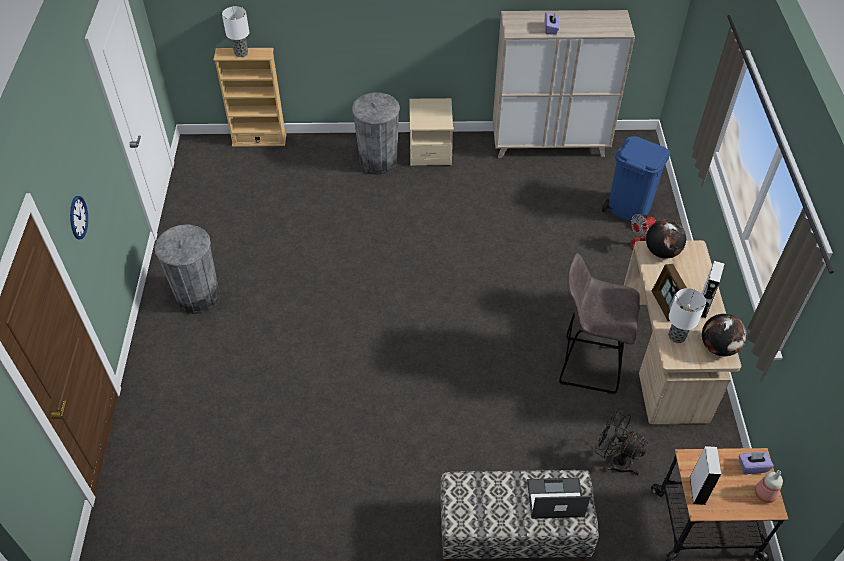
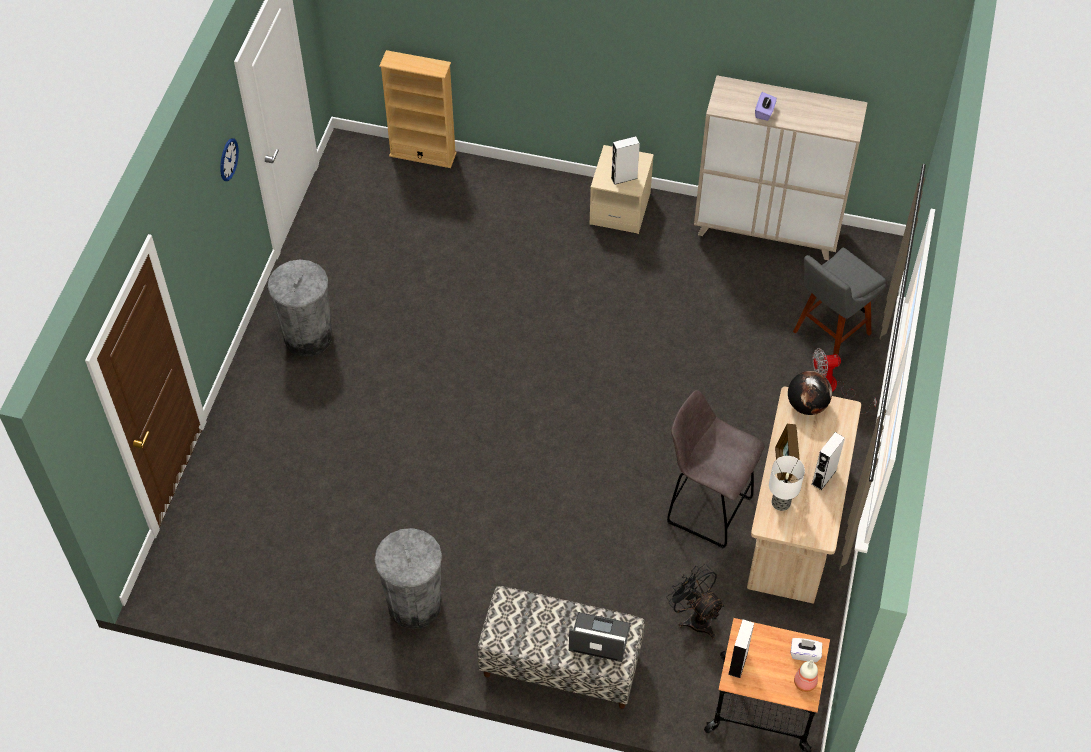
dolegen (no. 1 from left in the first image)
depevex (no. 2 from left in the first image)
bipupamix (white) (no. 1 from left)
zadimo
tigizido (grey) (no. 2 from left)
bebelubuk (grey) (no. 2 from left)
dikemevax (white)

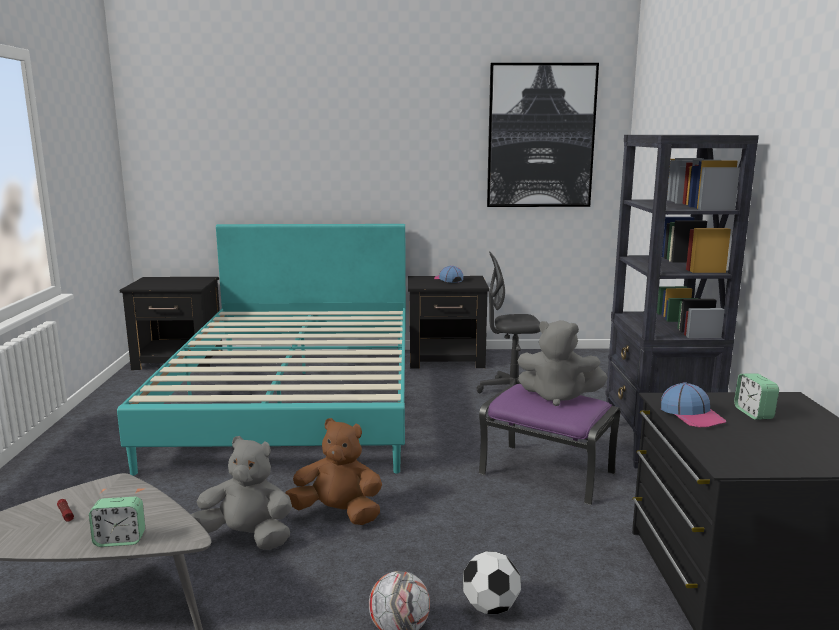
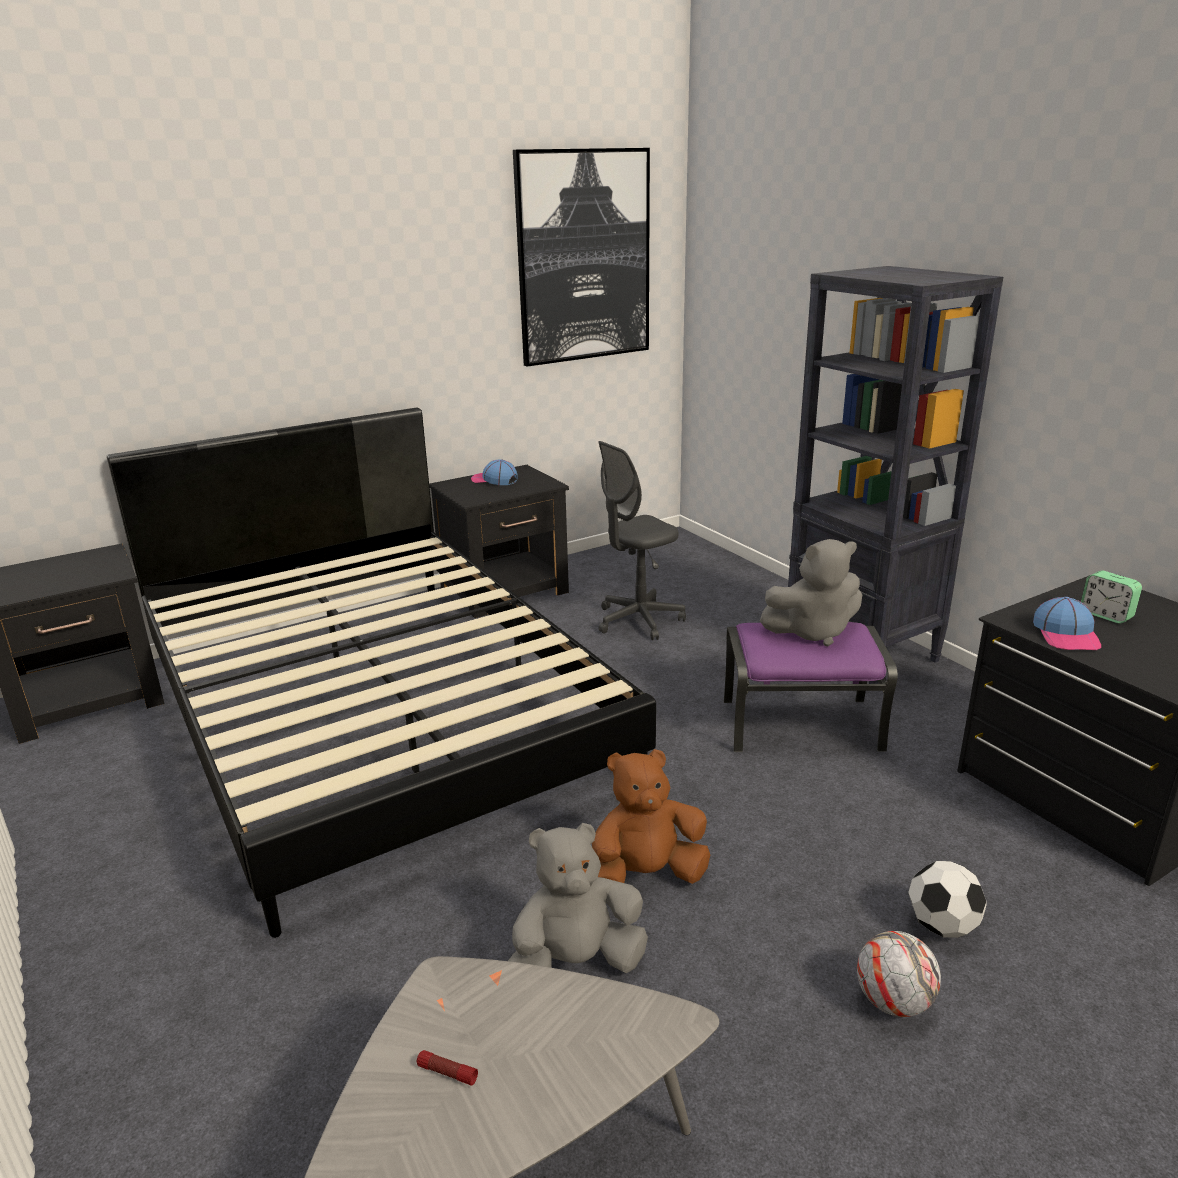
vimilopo (no. 1 from left in the first image)
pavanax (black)
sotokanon (no. 2 from left)

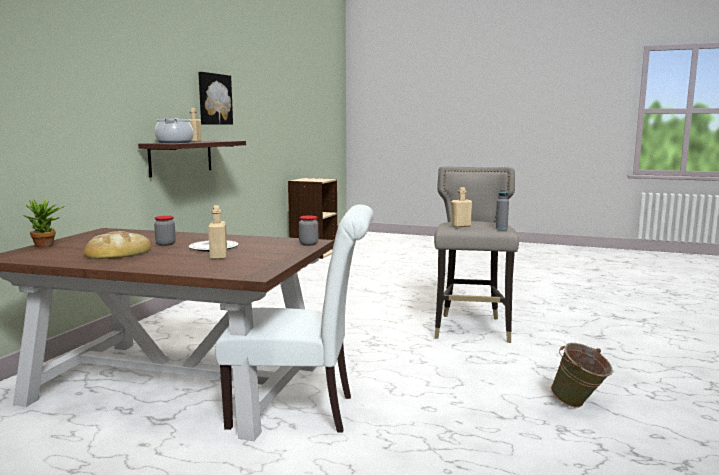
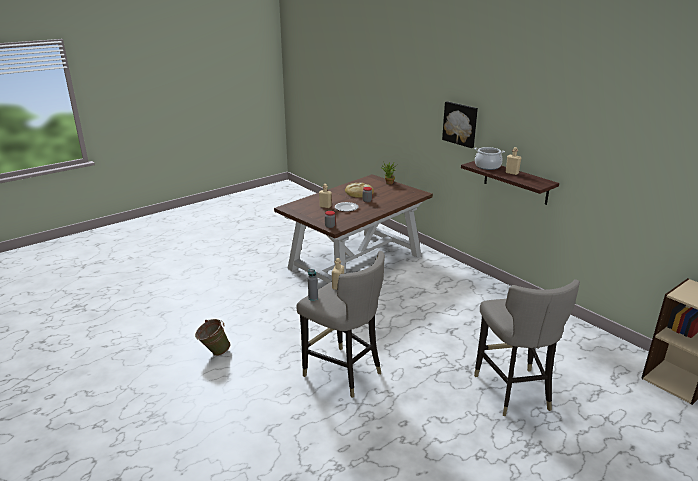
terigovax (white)
bebelubuk (grey) (no. 2 from left)
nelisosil

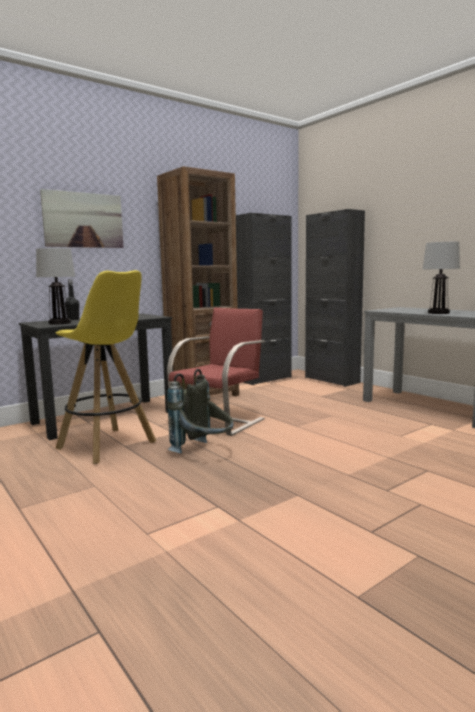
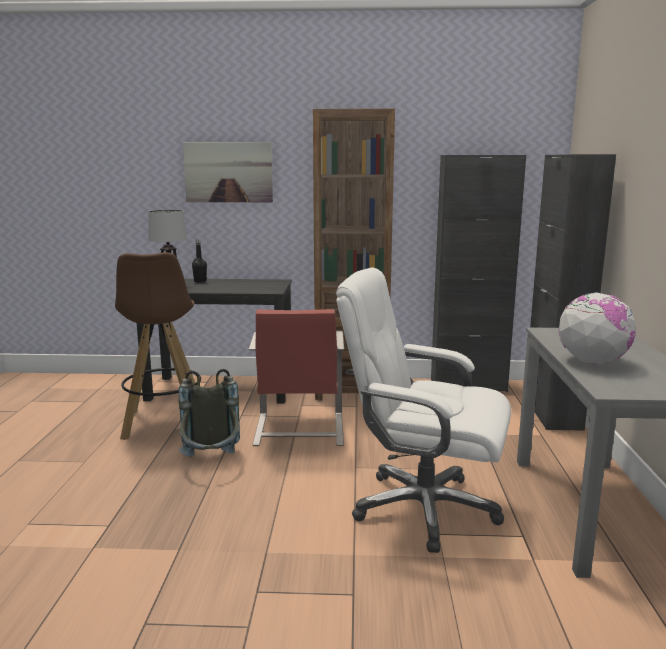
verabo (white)
depevex
bebelubuk (brown)
terigovax (red)

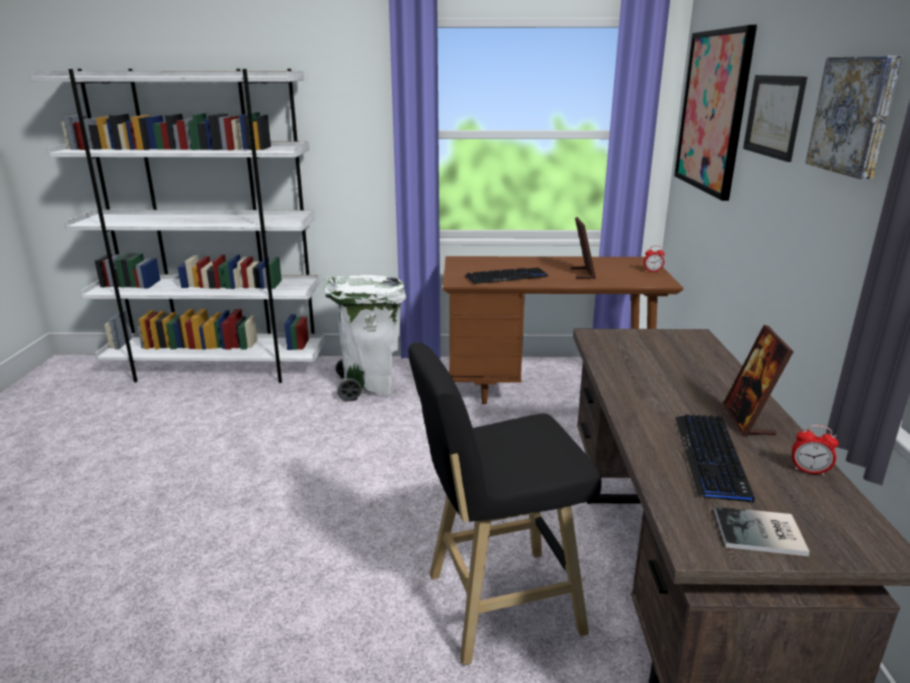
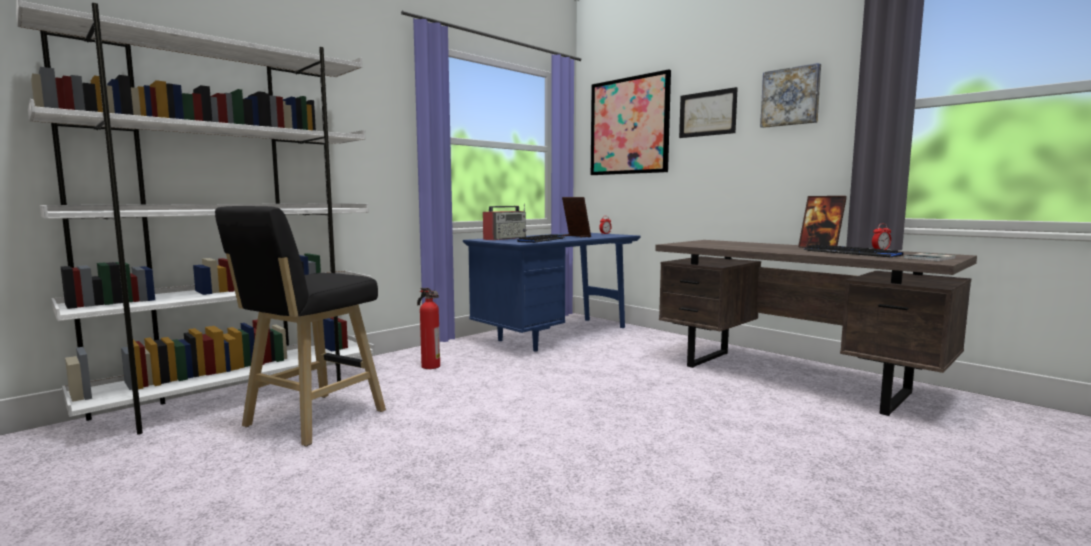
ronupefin
bebelubuk (black)
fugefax
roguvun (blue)

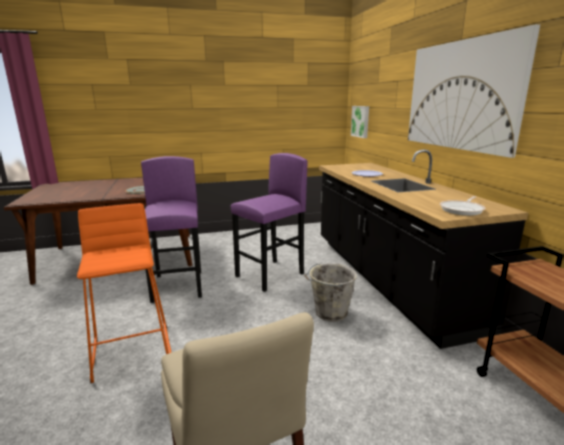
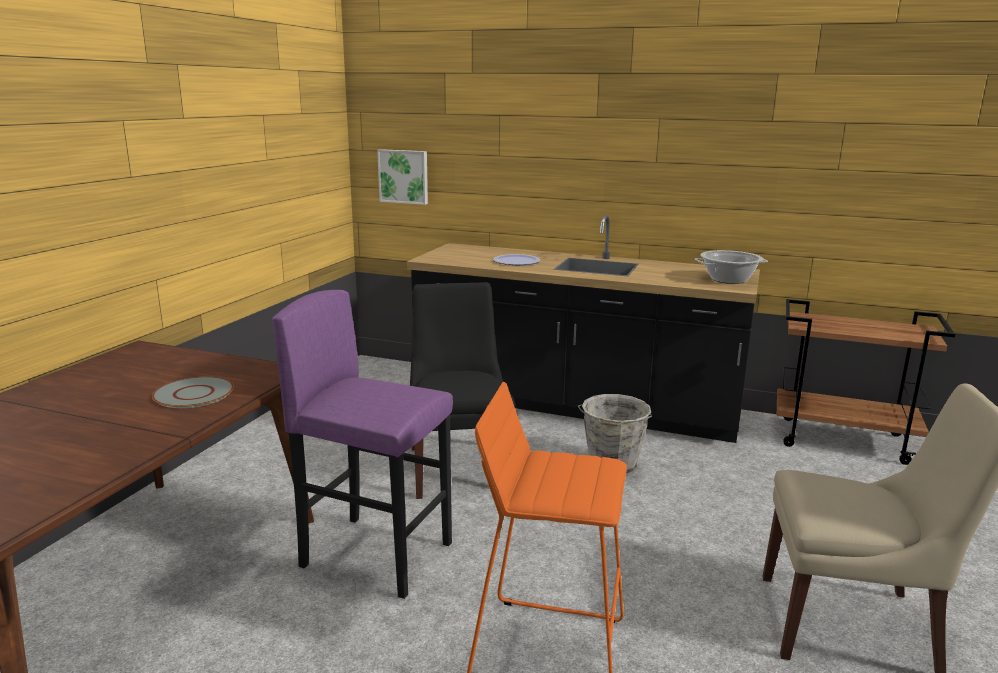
nelisosil (no. 2 from left in the first image)
terigovax (black)
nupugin

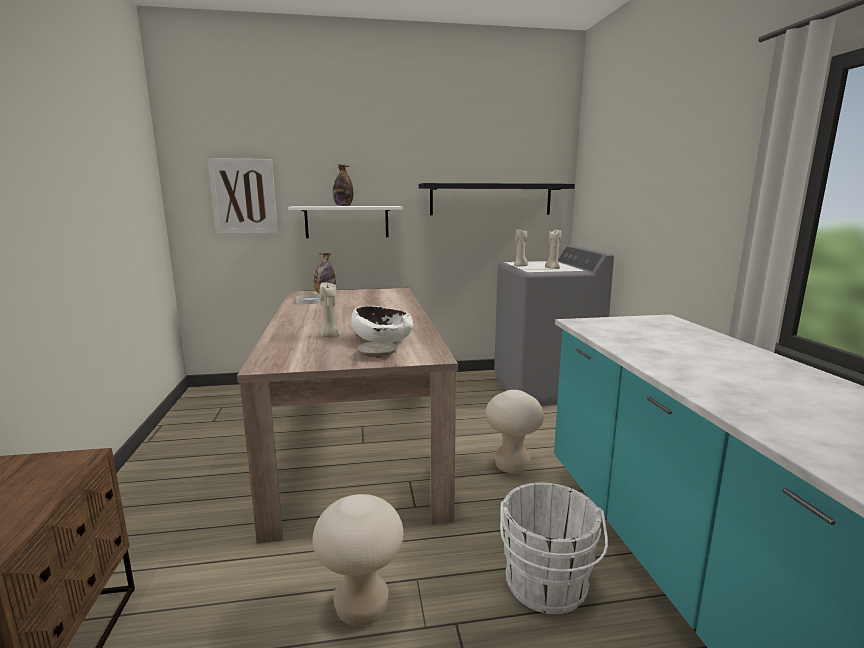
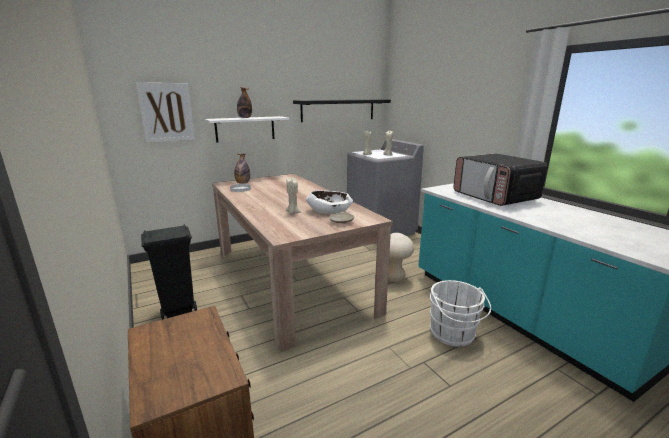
bebelubuk (beige) (no. 1 from left in the first image)
tigizido (black)
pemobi

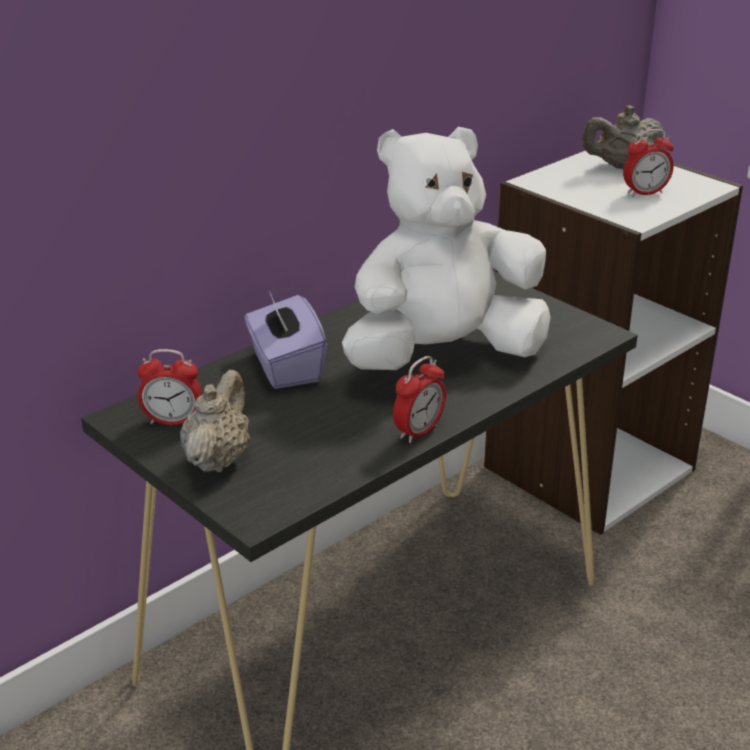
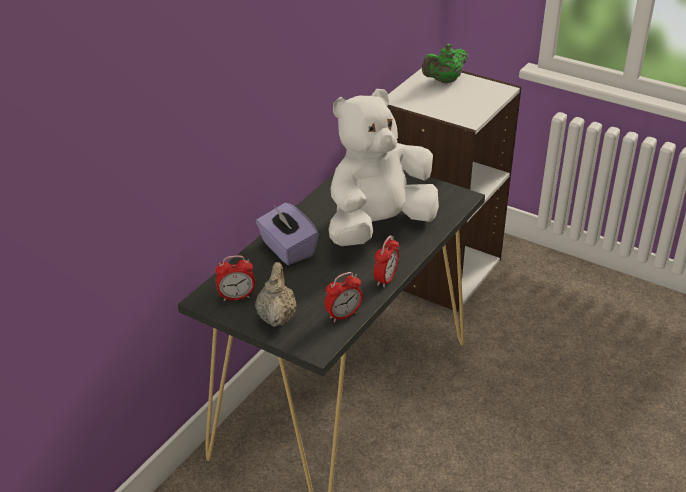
vimilopo (no. 2 from left)
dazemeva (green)

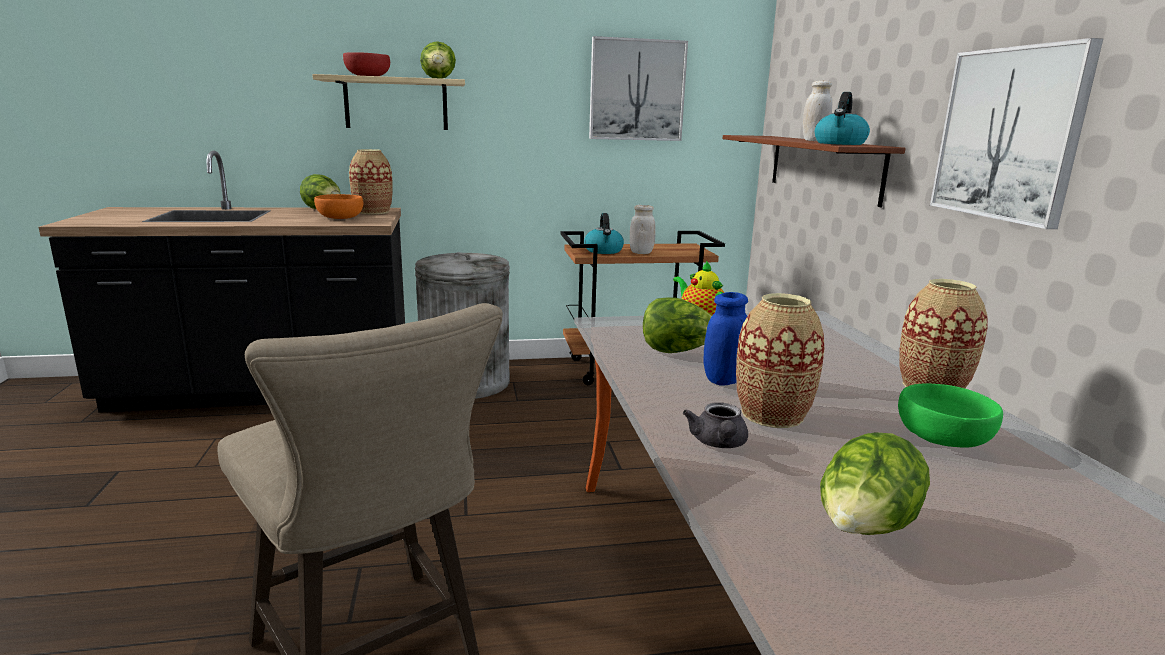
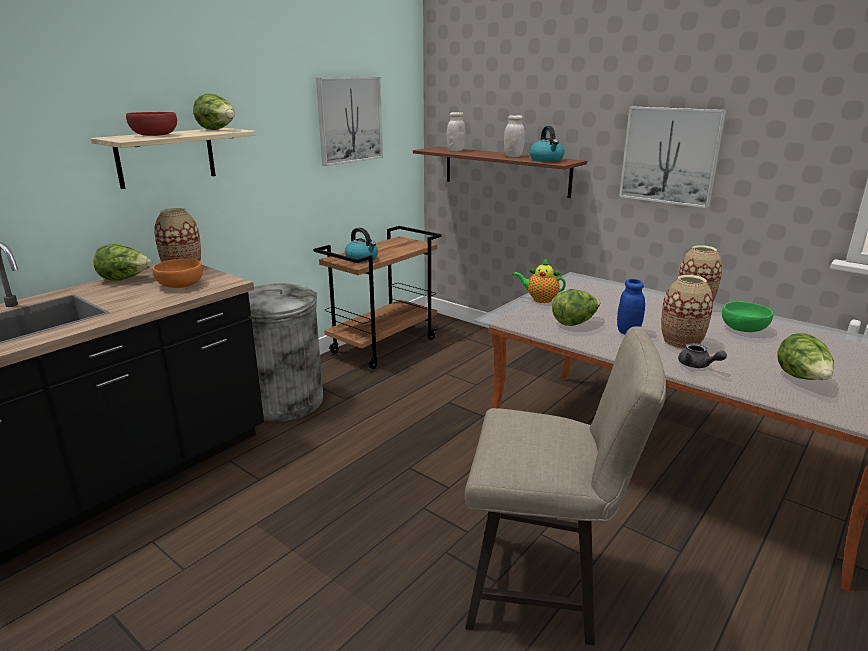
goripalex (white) (no. 1 from left)

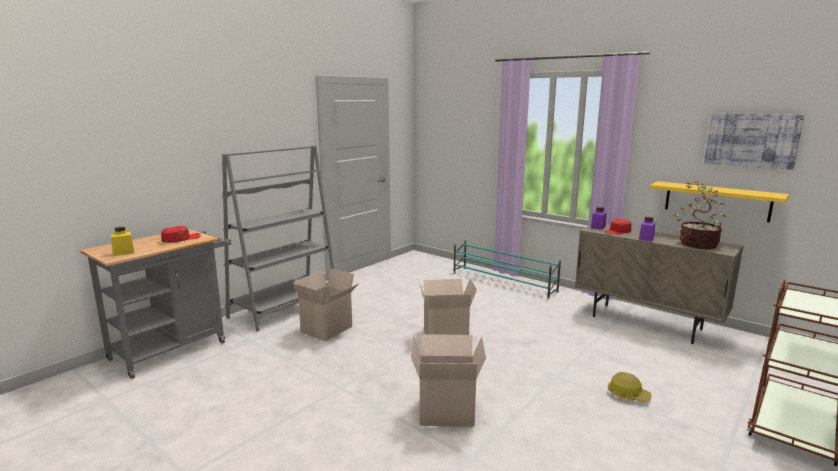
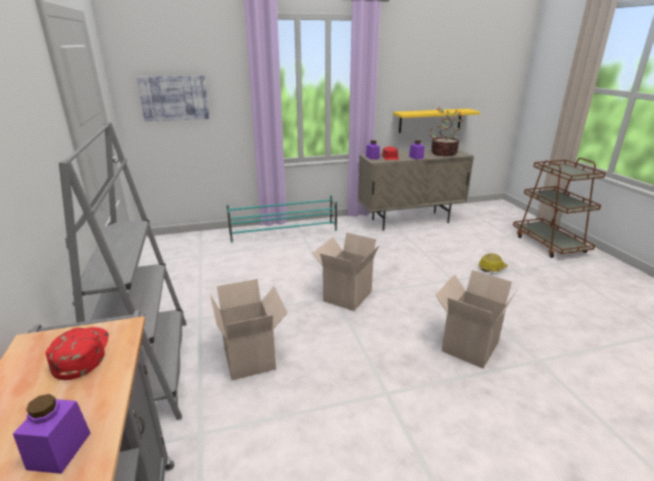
nelisosil
goripalex (purple) (no. 1 from left)

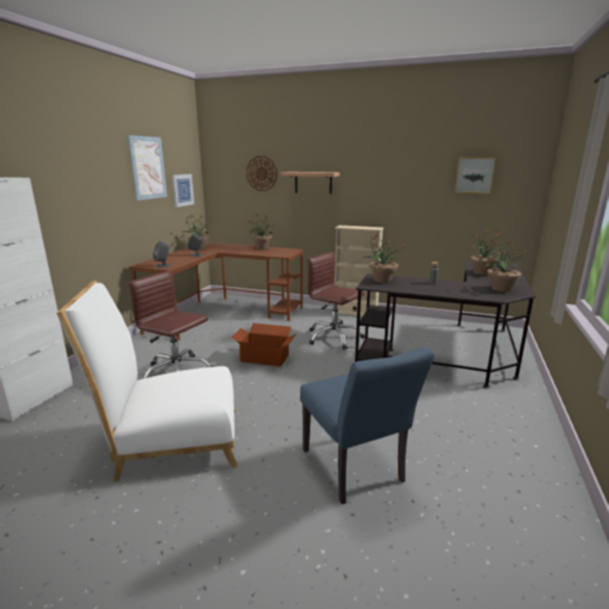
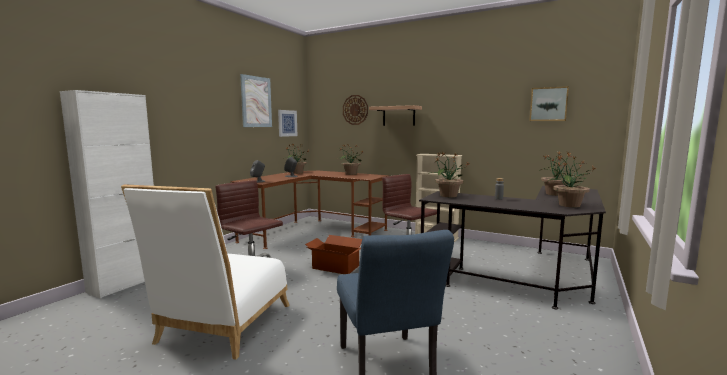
terigovax (white)

